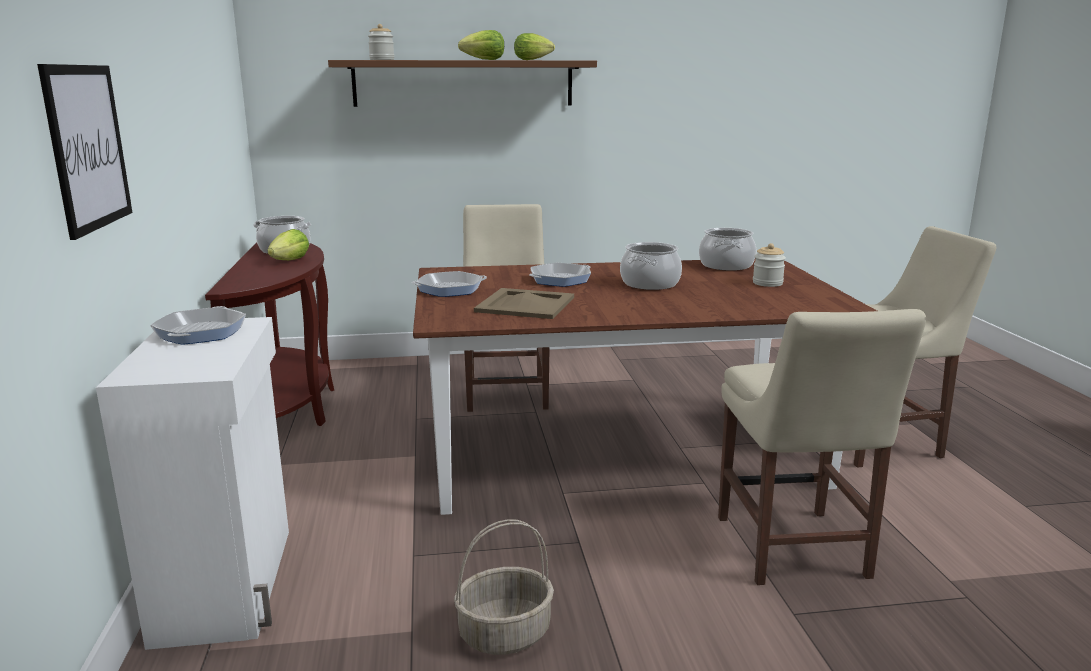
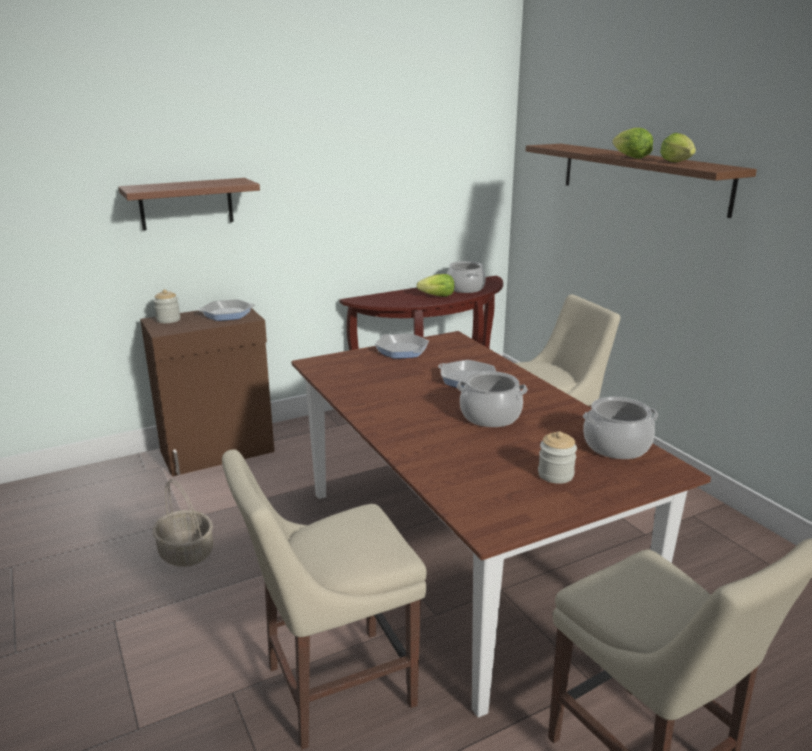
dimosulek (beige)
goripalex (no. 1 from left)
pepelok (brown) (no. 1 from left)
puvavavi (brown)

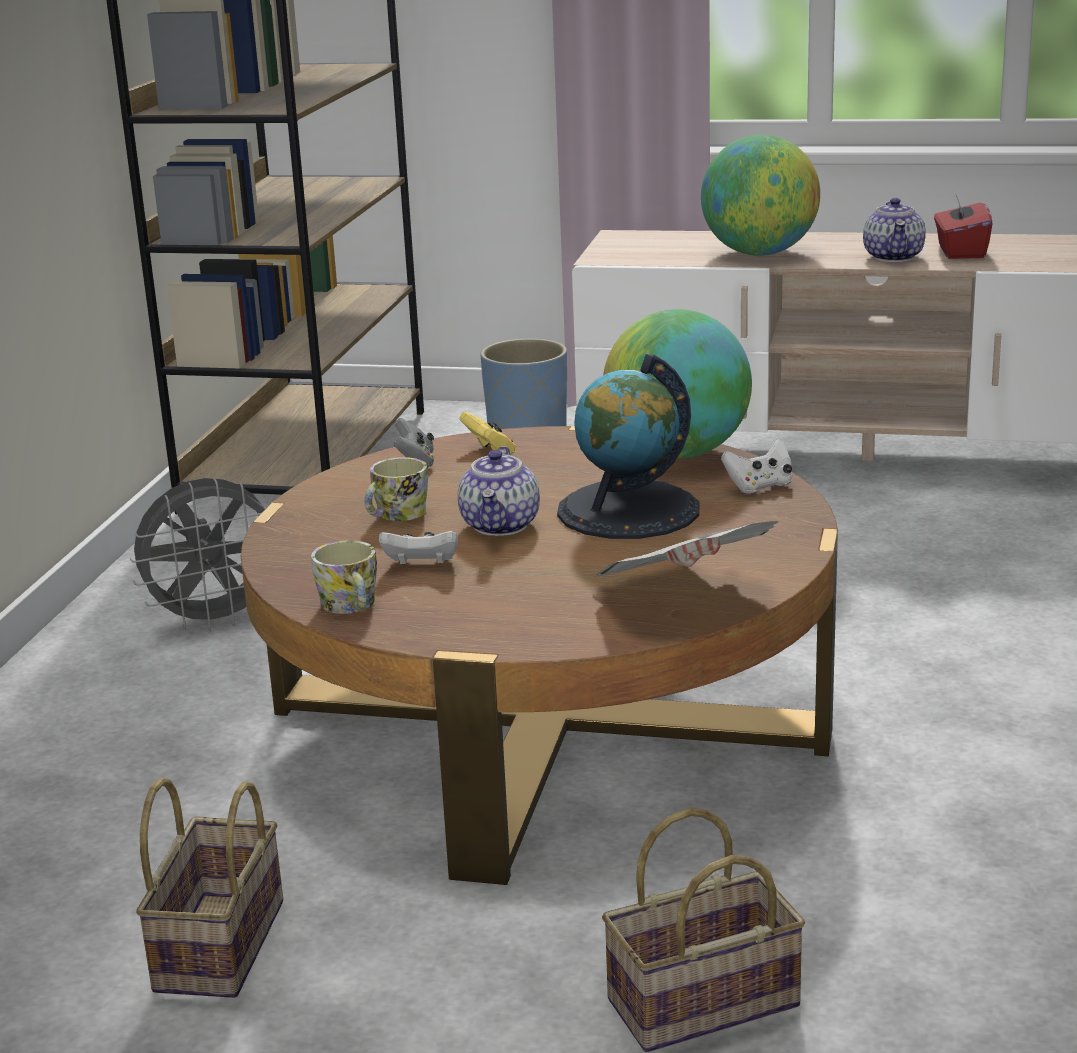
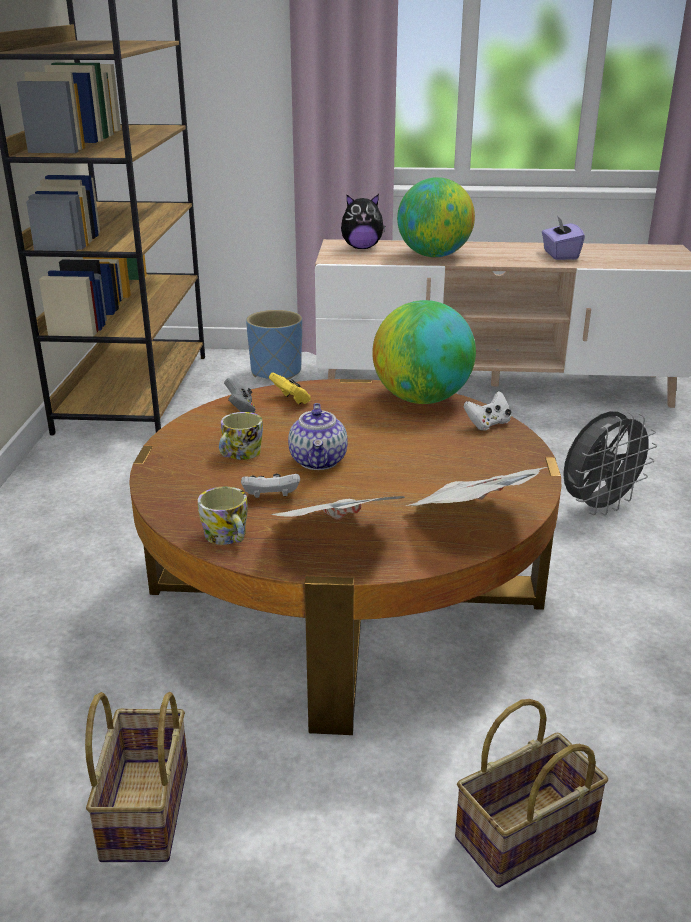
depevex (no. 1 from left in the first image)
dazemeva (no. 2 from left in the first image)
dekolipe (no. 1 from left)
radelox
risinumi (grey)
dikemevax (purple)

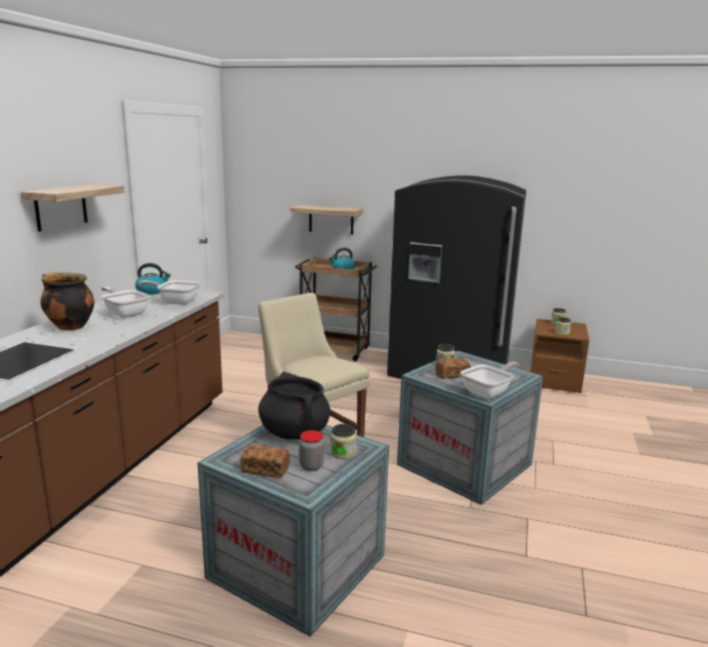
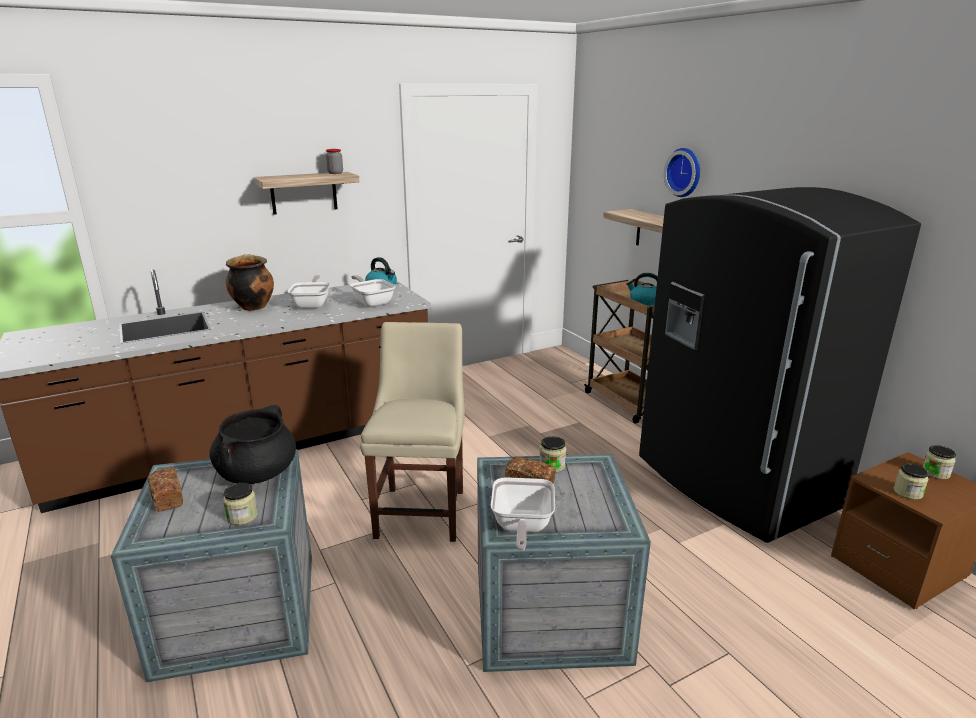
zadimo
goripalex (no. 2 from left)
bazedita (no. 3 from left)

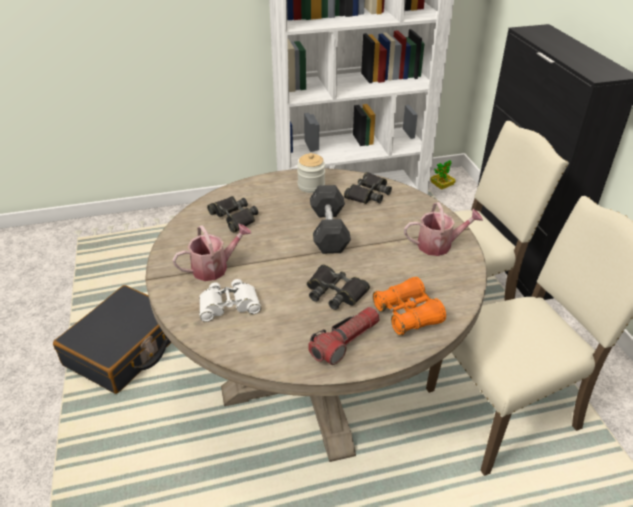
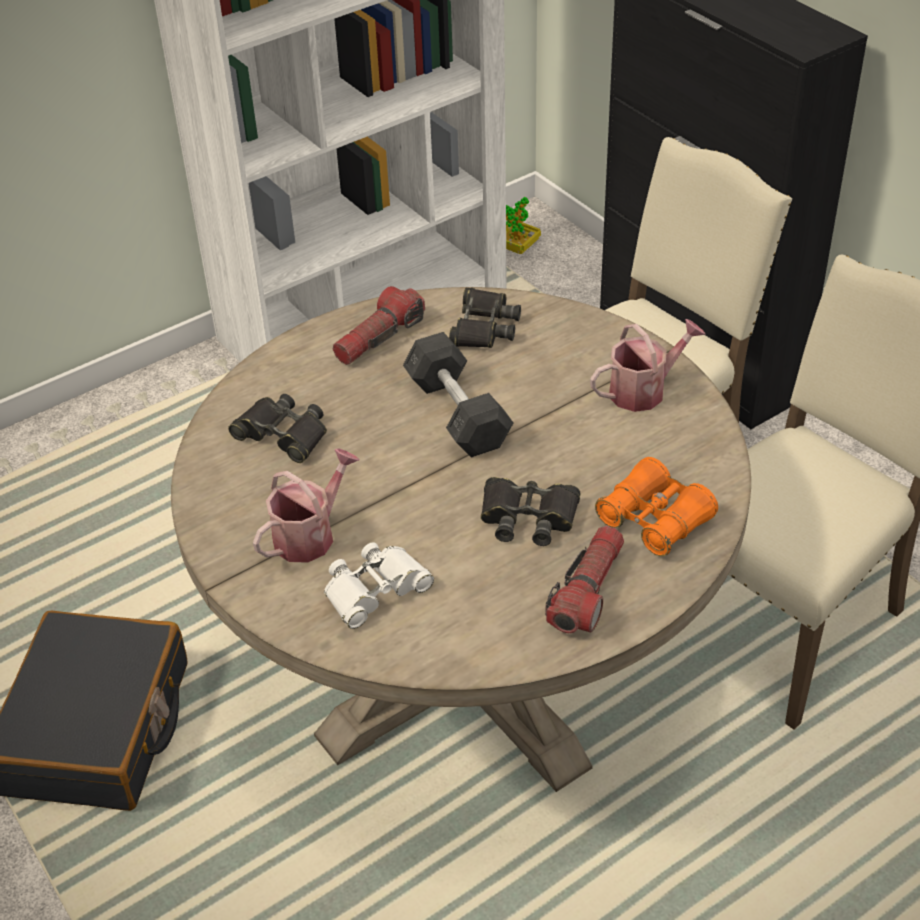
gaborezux (no. 1 from left)

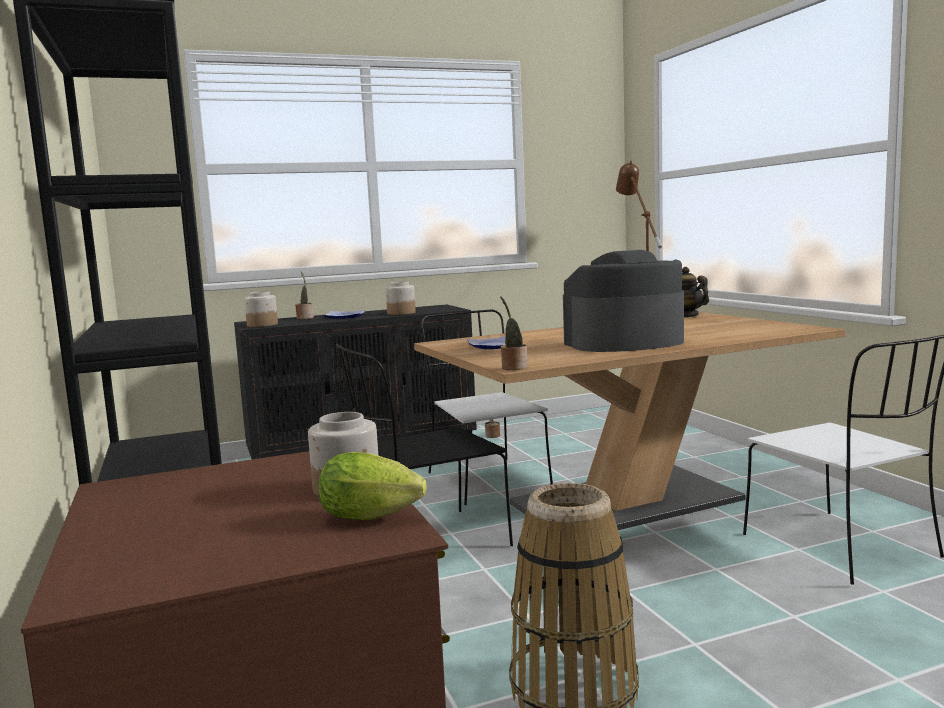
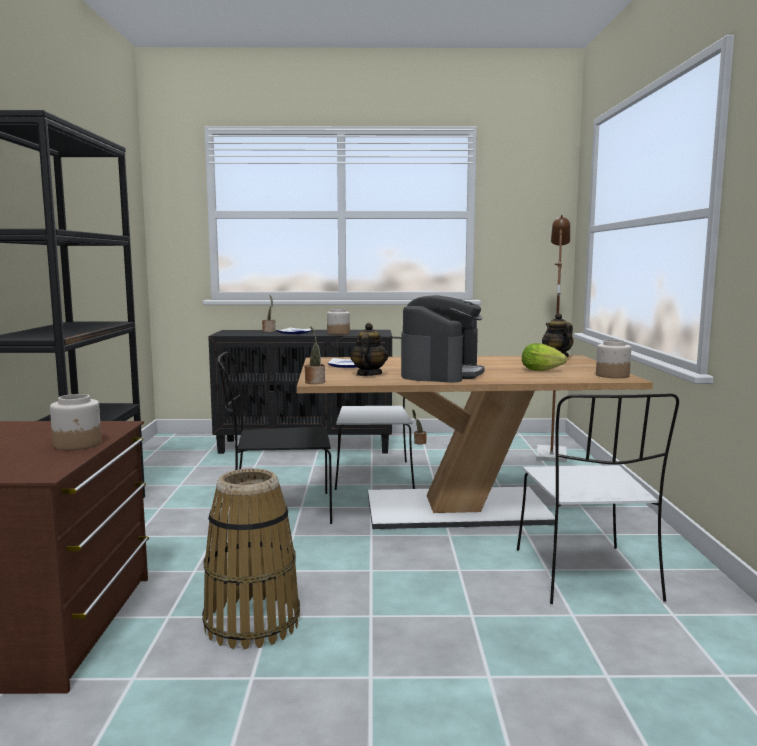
dazemeva (no. 1 from left)
goripalex (no. 3 from left)
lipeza
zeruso

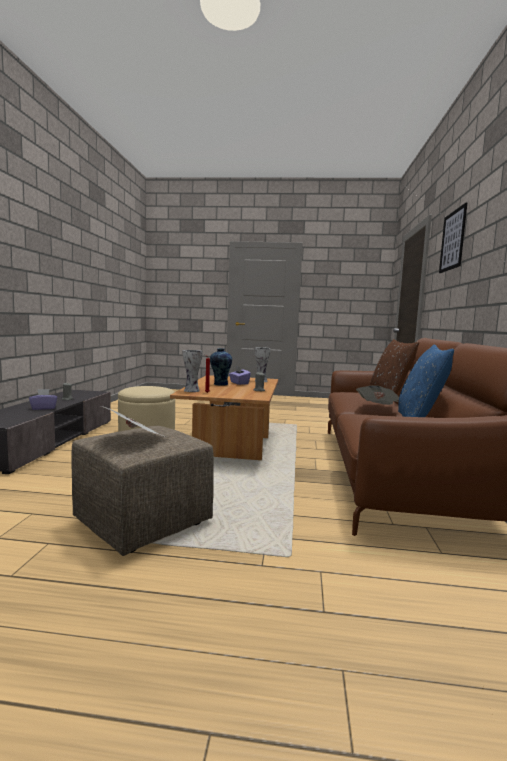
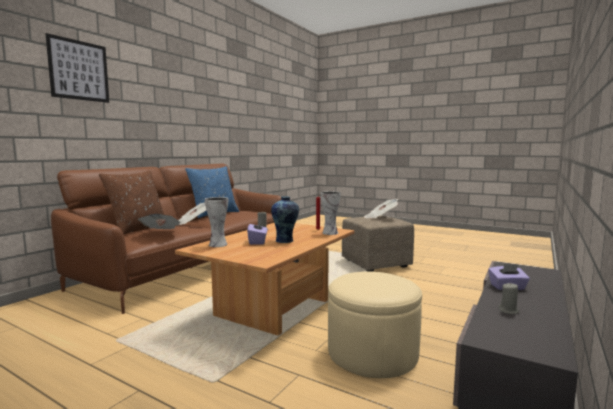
dekolipe (no. 1 from left)

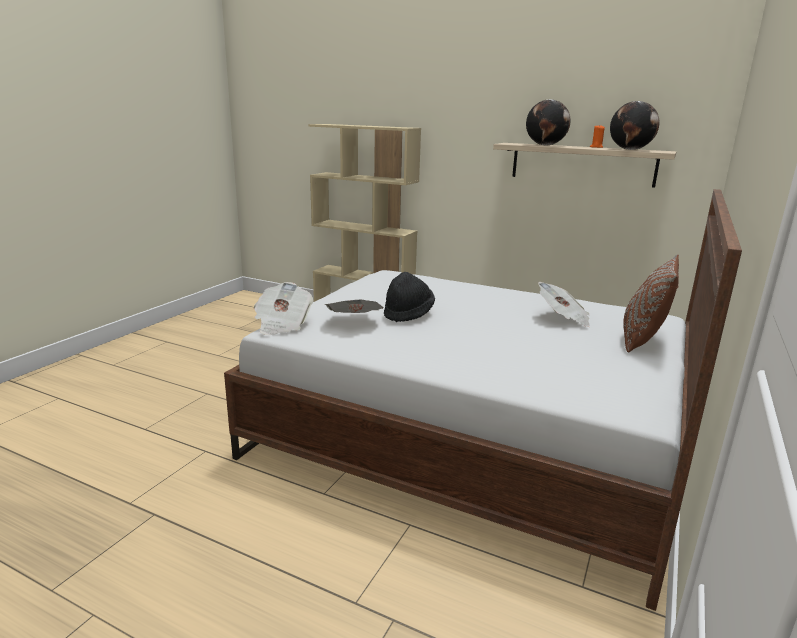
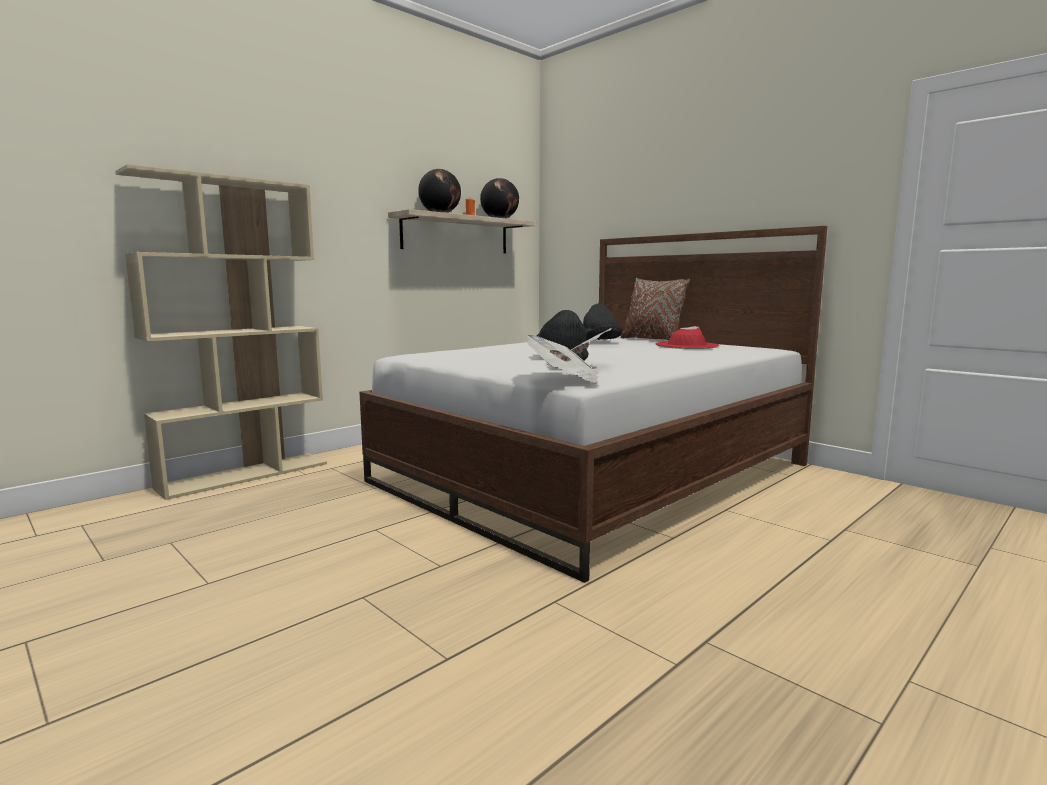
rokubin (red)
rokubin (black) (no. 2 from left)

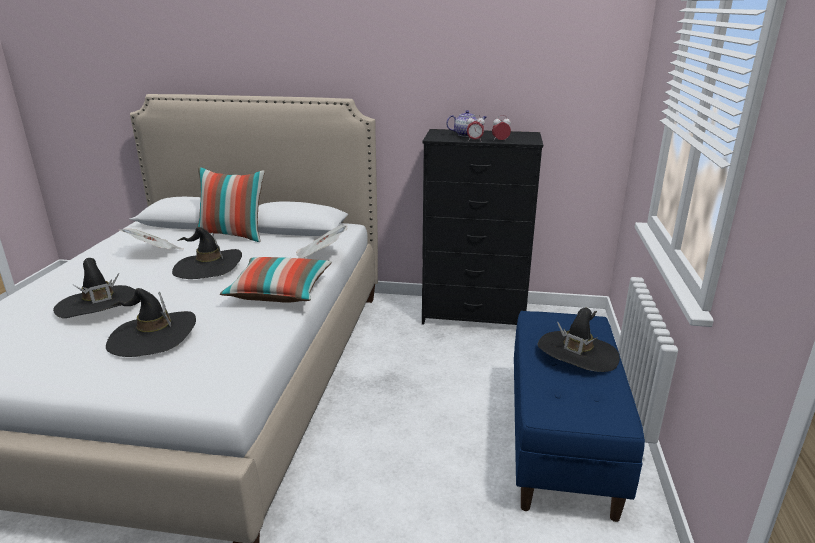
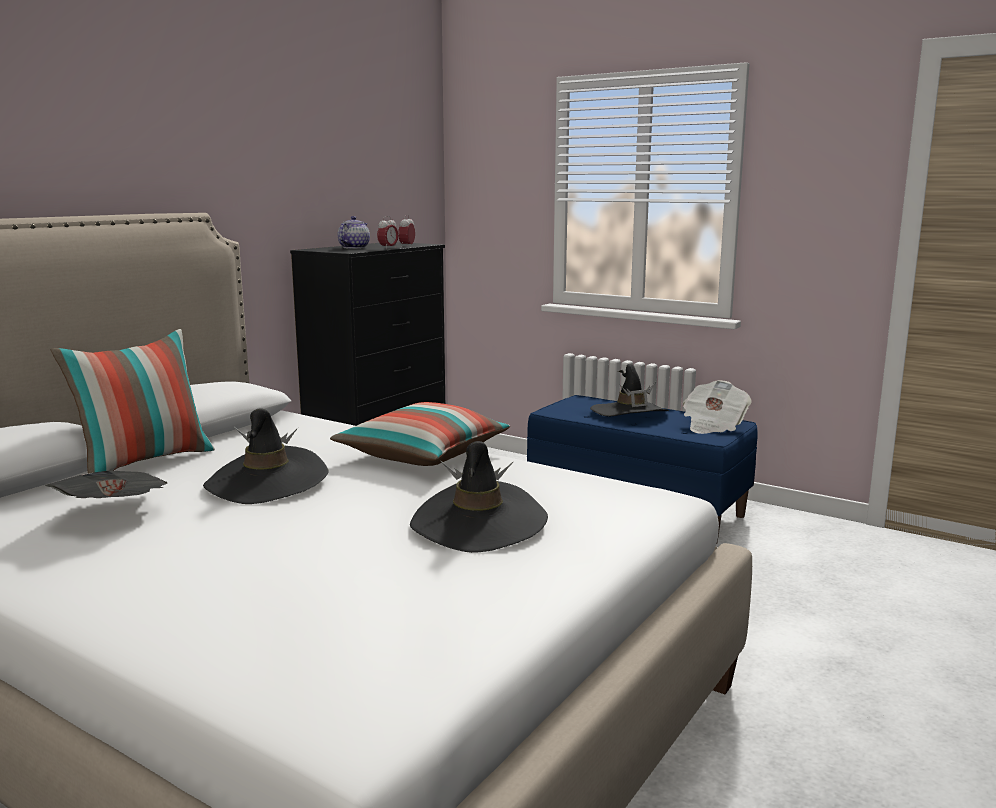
rokubin (black) (no. 1 from left in the first image)
dekolipe (no. 2 from left)

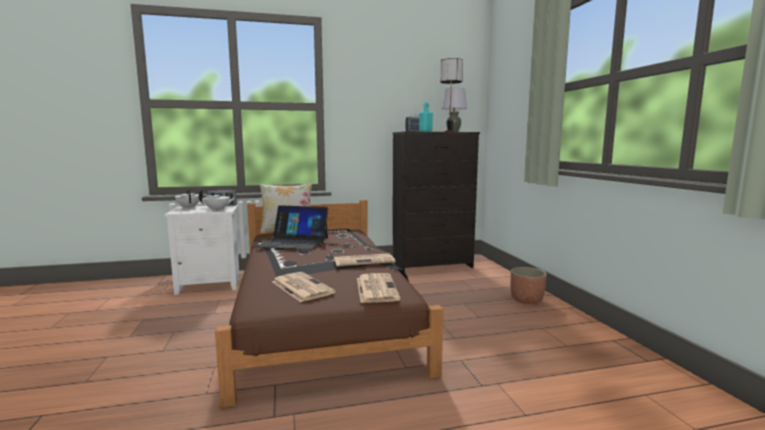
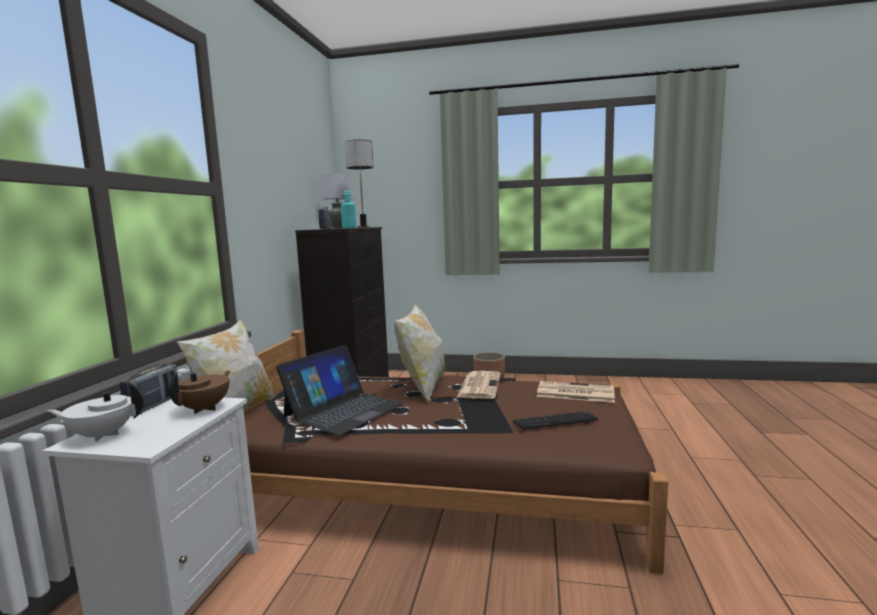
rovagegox (no. 2 from left)
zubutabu
dazemeva (brown)

